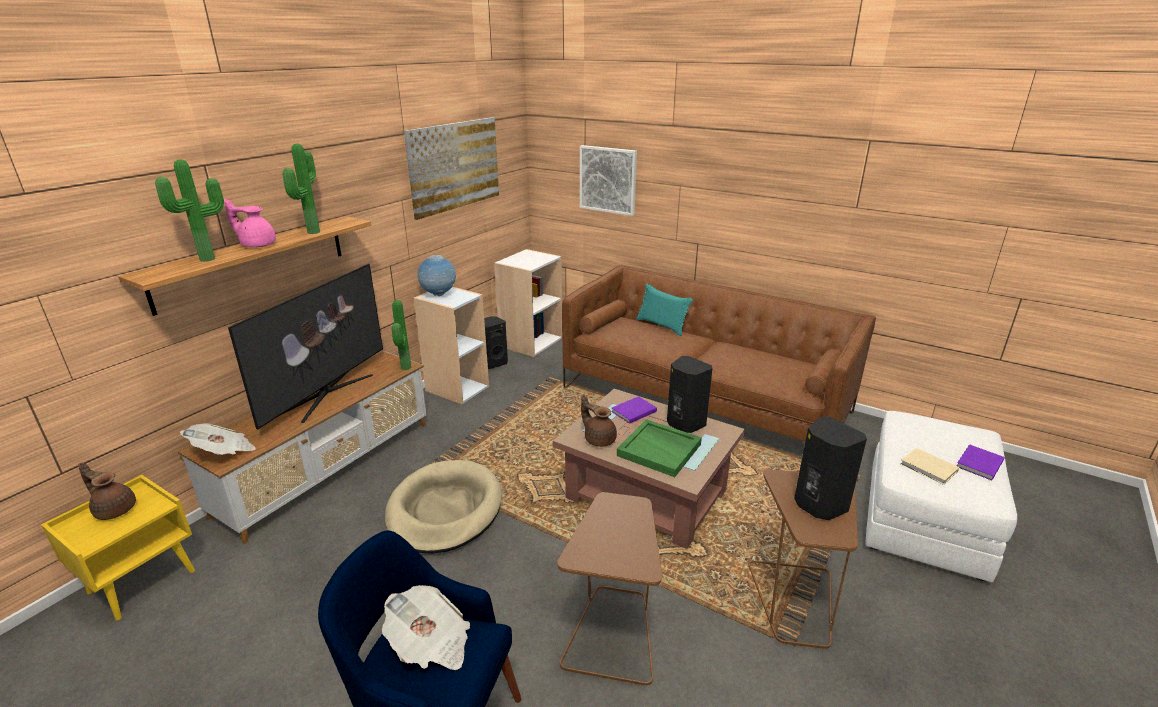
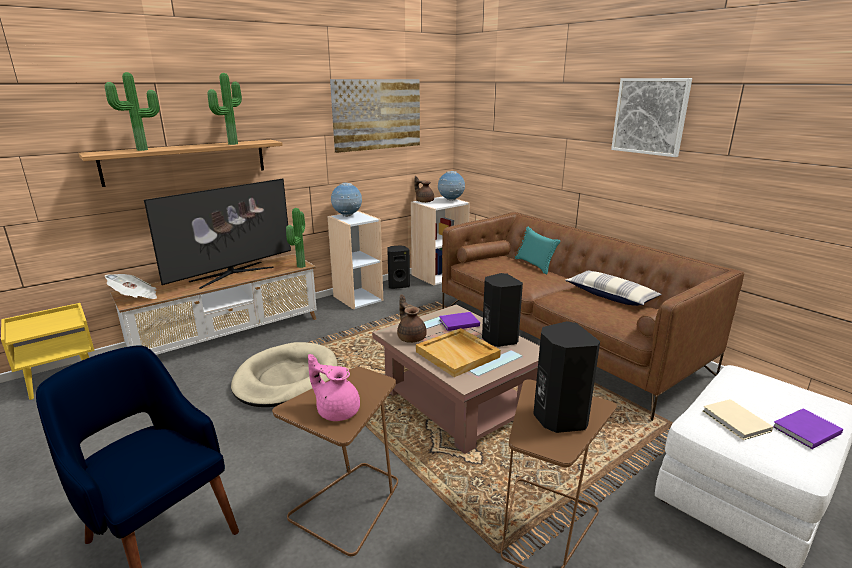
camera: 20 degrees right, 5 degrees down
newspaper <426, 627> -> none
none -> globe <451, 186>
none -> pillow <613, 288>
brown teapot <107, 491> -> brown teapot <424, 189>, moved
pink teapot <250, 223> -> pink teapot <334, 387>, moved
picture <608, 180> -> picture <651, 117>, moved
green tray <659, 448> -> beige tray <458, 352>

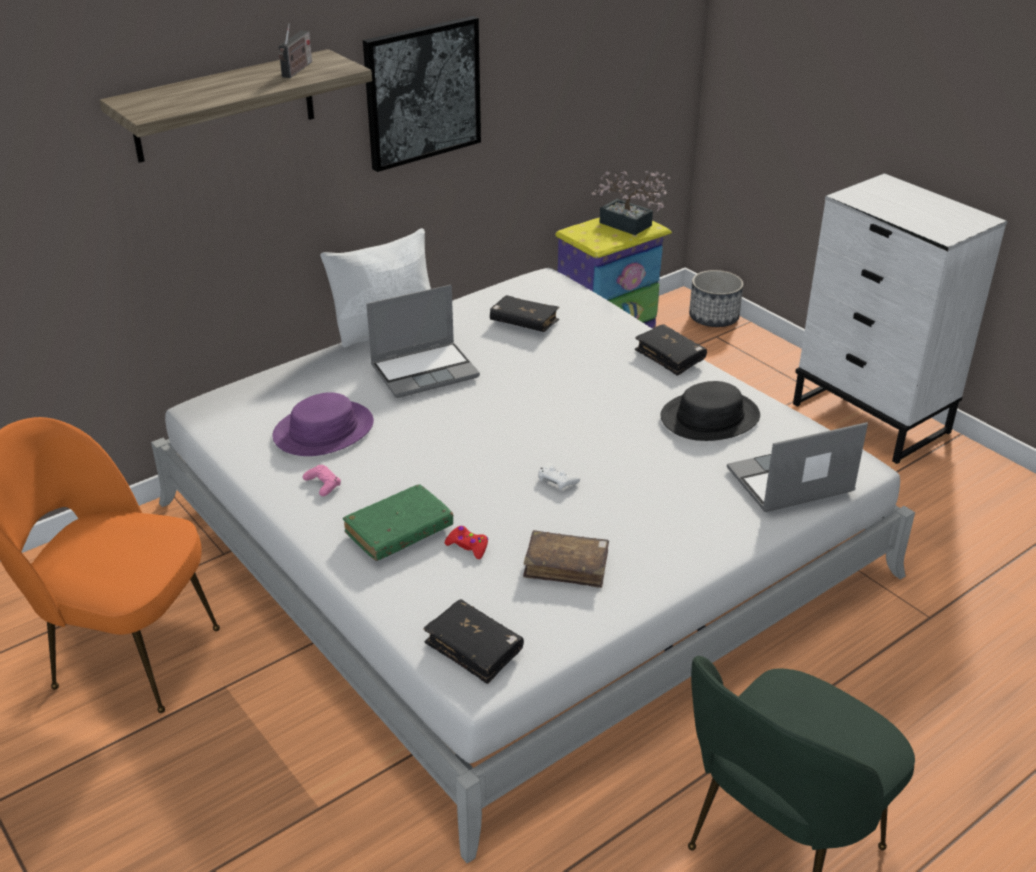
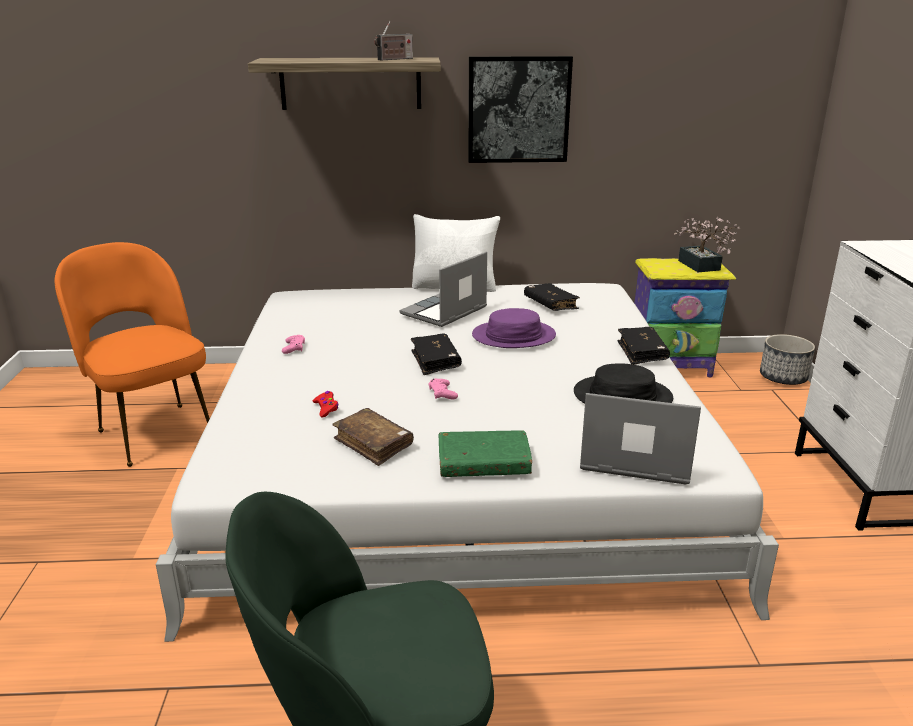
camera: 35 degrees right, 10 degrees down
purple hat <323, 424> -> purple hat <514, 328>, moved
green book <398, 522> -> green book <485, 453>, moved
black book <473, 641> -> black book <436, 354>, moved
white game controller <559, 476> -> pink game controller <443, 389>
laptop <423, 341> -> laptop <443, 289>, 120 degrees clockwise

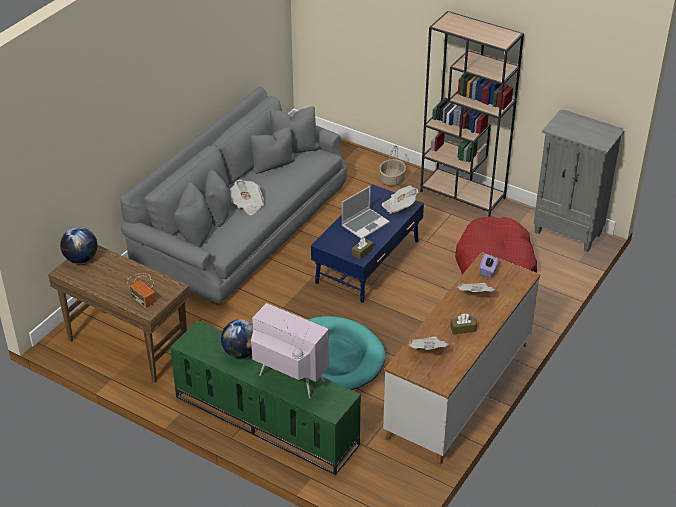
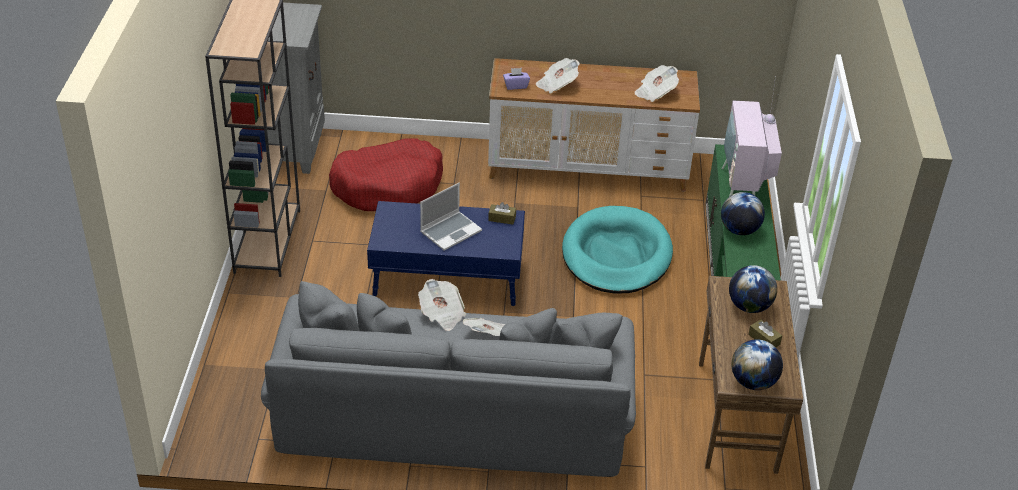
camera: 120 degrees left, 0 degrees up
basket <392, 166> -> none
newspaper <400, 199> -> newspaper <442, 305>, moved
brown tissue box <463, 324> -> brown tissue box <765, 333>, moved
radio <141, 290> -> globe <753, 289>
laptop <365, 212> -> laptop <451, 217>, 120 degrees clockwise

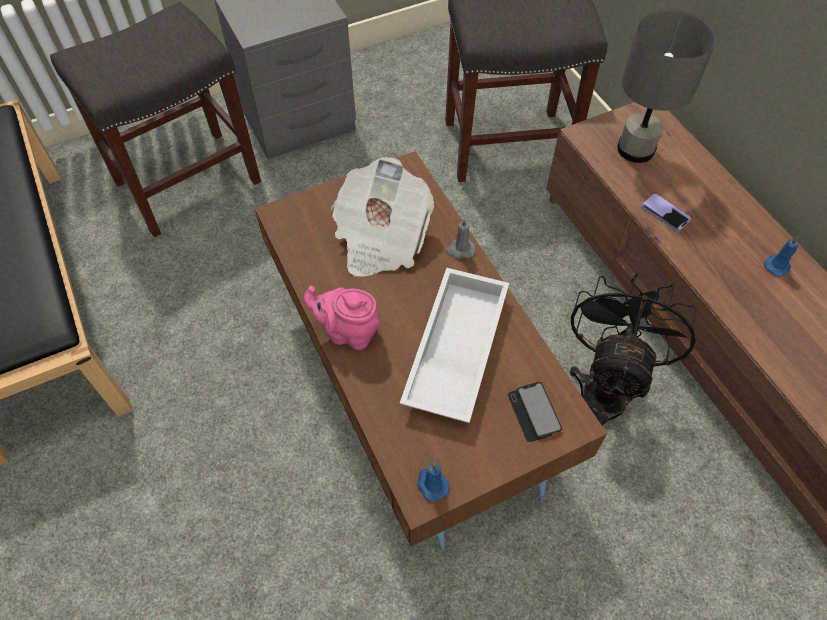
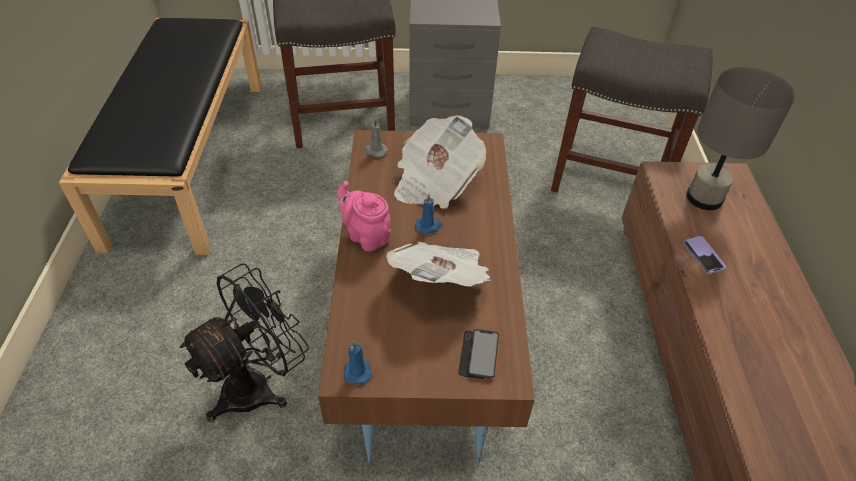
camera: 25 degrees right, 10 degrees down
grey candle <460, 238> -> grey candle <376, 137>, moved
black fan <632, 349> -> black fan <244, 342>, moved
blue candle <781, 257> -> blue candle <428, 214>, moved
white tray <454, 345> -> newspaper <438, 264>

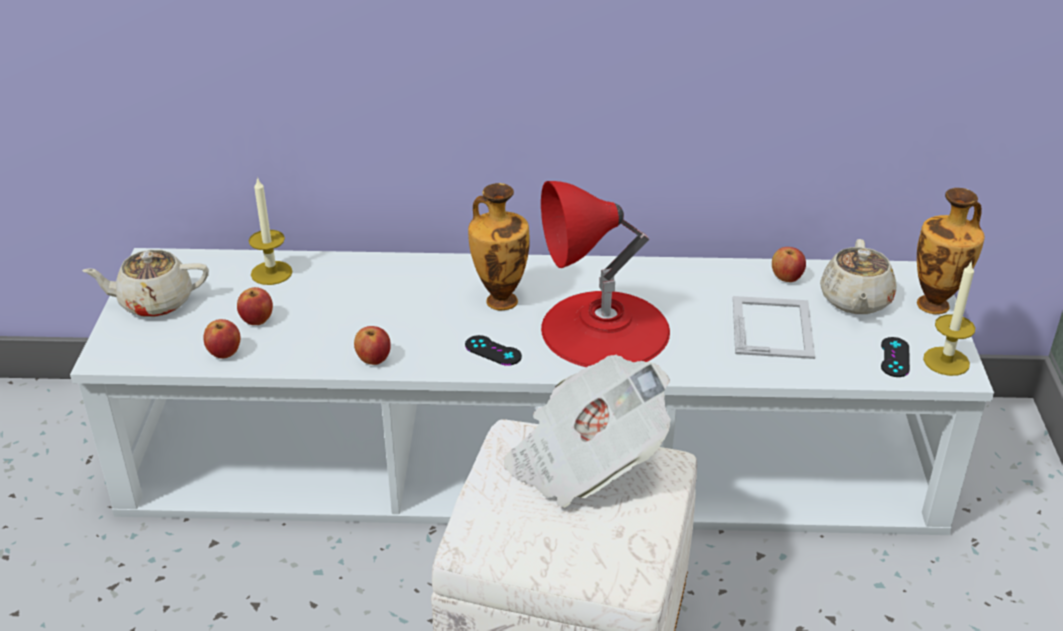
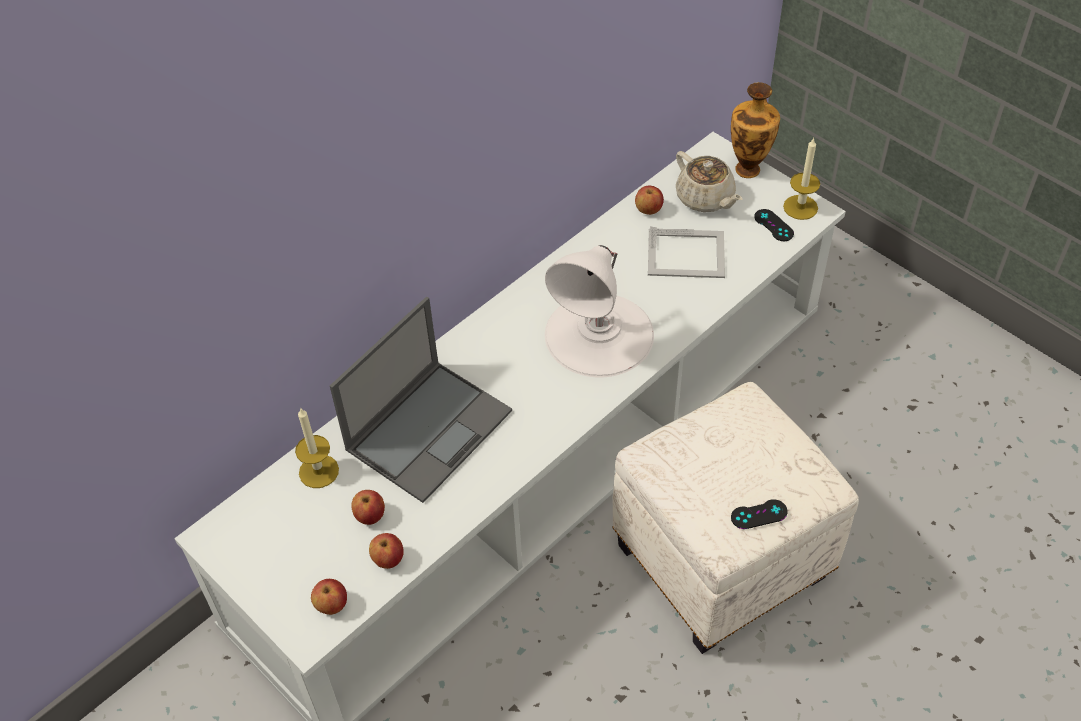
camera: 45 degrees left, 15 degrees up
beige teapot <145, 283> -> none
vase <499, 246> -> none
newspaper <587, 431> -> none
none -> laptop <421, 400>
apple <372, 345> -> apple <329, 597>, moved
black game controller <493, 350> -> black game controller <759, 514>, moved
red table lamp <605, 274> -> white table lamp <599, 311>
picture frame <774, 327> -> picture frame <686, 252>, 135 degrees clockwise

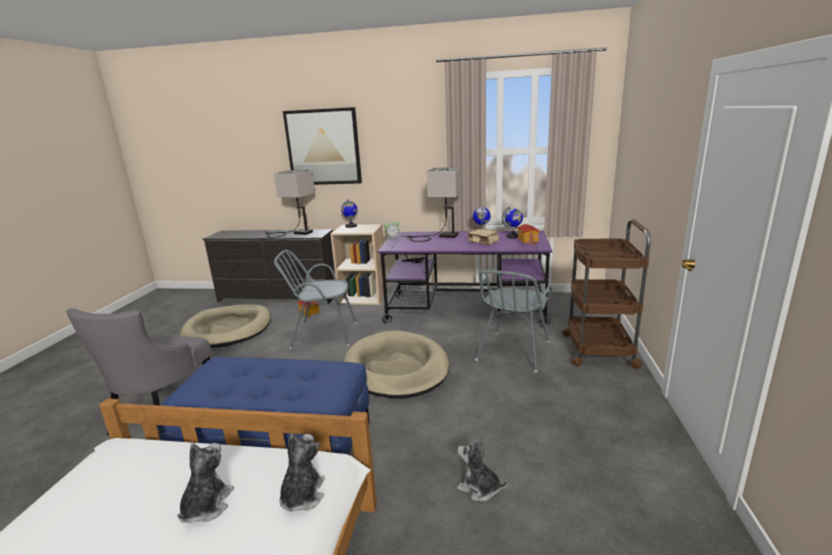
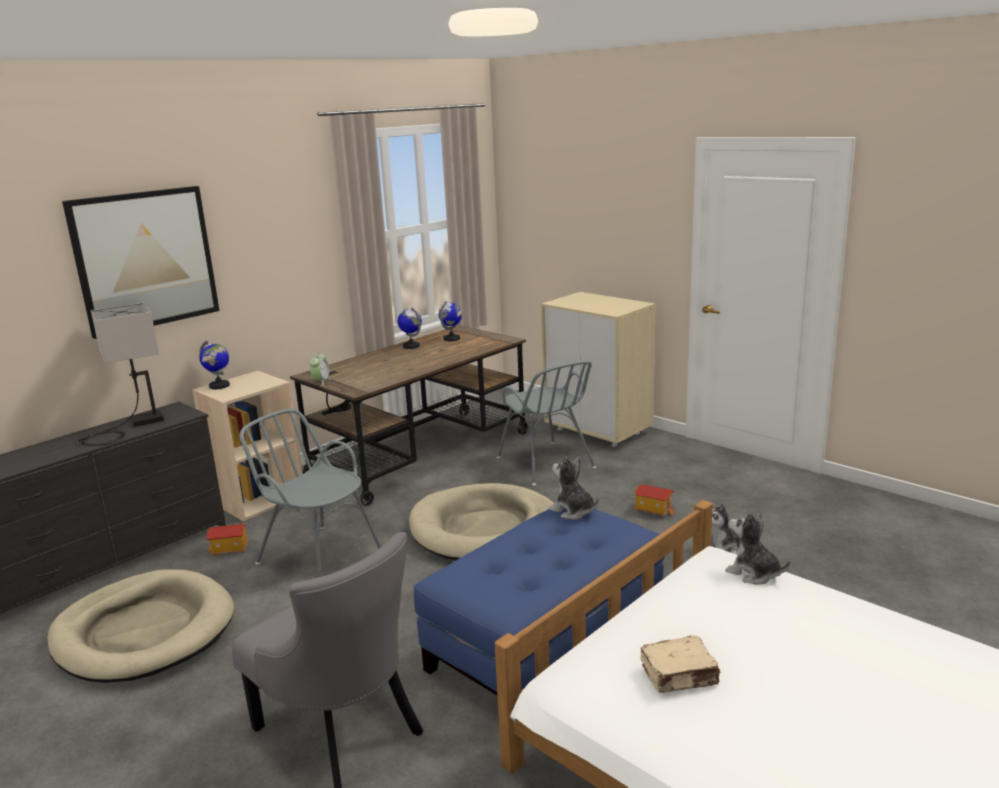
camera: 55 degrees left, 0 degrees up
table lamp <435, 204> -> none
plush toy <205, 483> -> plush toy <574, 488>, moved
beige book <483, 237> -> beige book <680, 664>, moved
toy house <528, 235> -> toy house <654, 500>, moved
brown cart <606, 294> -> beige cabinet <598, 369>
purple desk <465, 278> -> brown desk <409, 415>
grey chair <315, 299> -> grey chair <310, 493>, 90 degrees clockwise

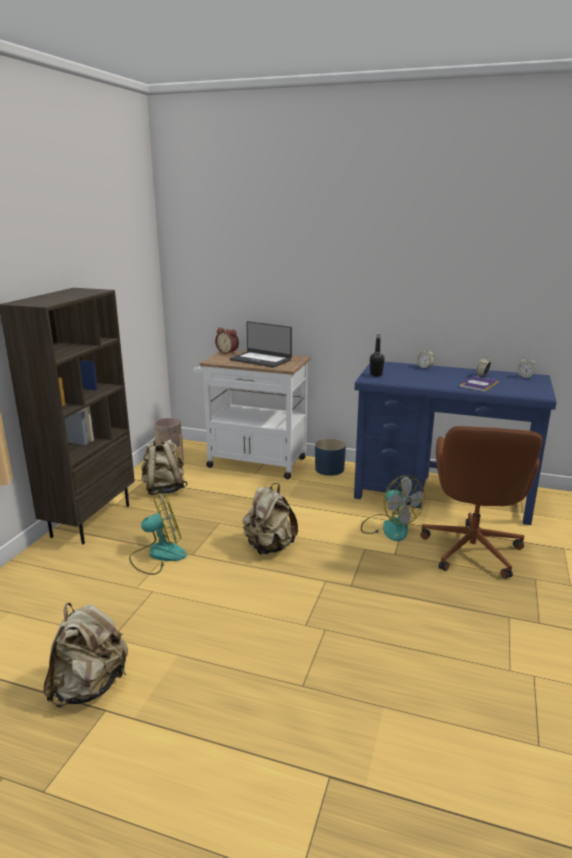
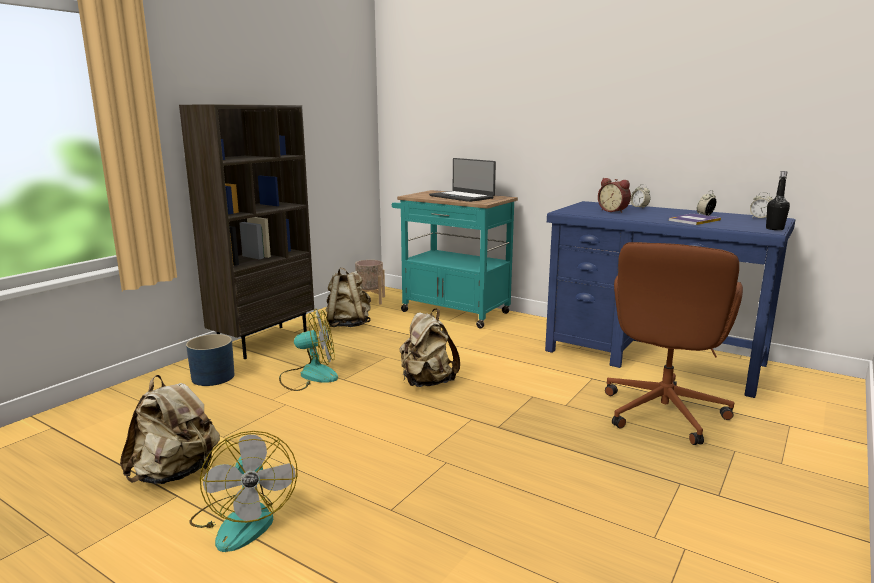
camera: 15 degrees right, 5 degrees down
alarm clock <227, 340> -> alarm clock <614, 195>, moved
blue planter <330, 457> -> blue planter <210, 360>, moved
fan <393, 508> -> fan <243, 491>, moved
black bottle <377, 355> -> black bottle <778, 200>, moved
white cart <252, 414> -> turquoise cart <455, 259>

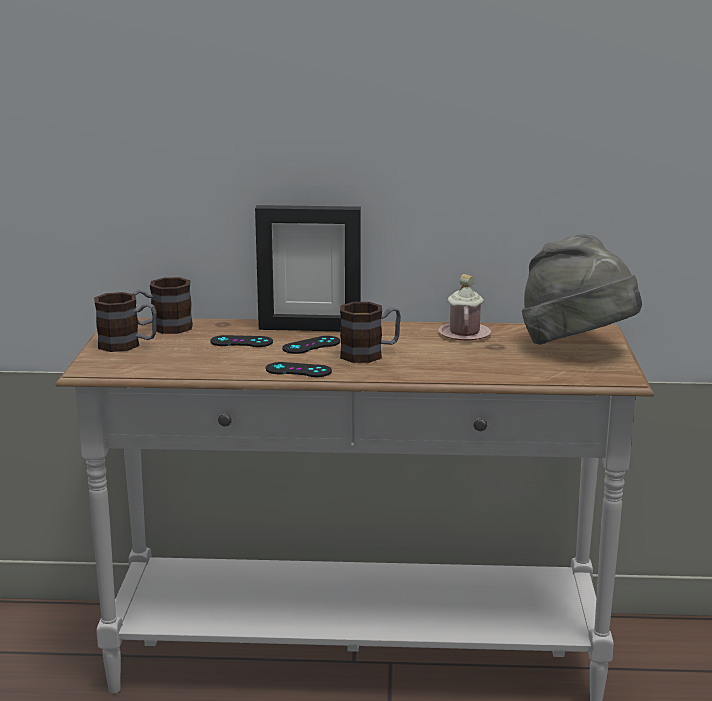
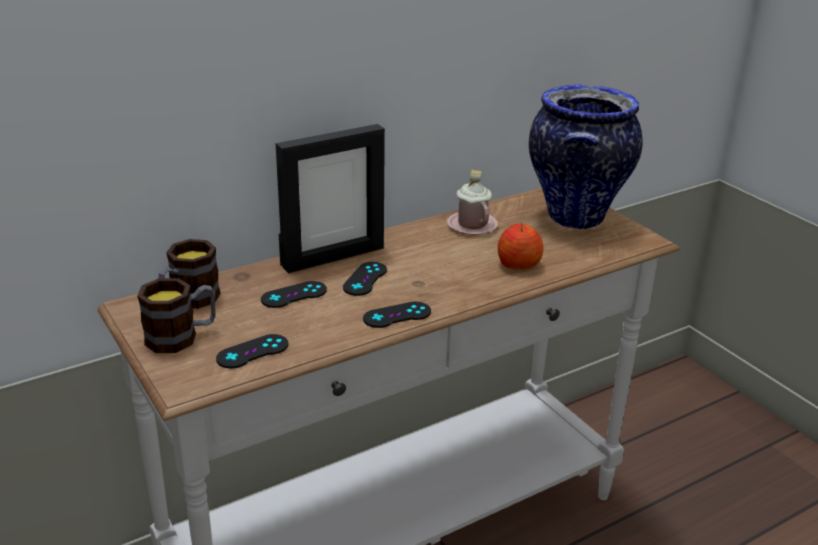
camera: 35 degrees left, 10 degrees up
mug <370, 332> -> none
none -> black game controller <252, 351>
none -> apple <521, 247>
grey hat <582, 290> -> vase <586, 156>

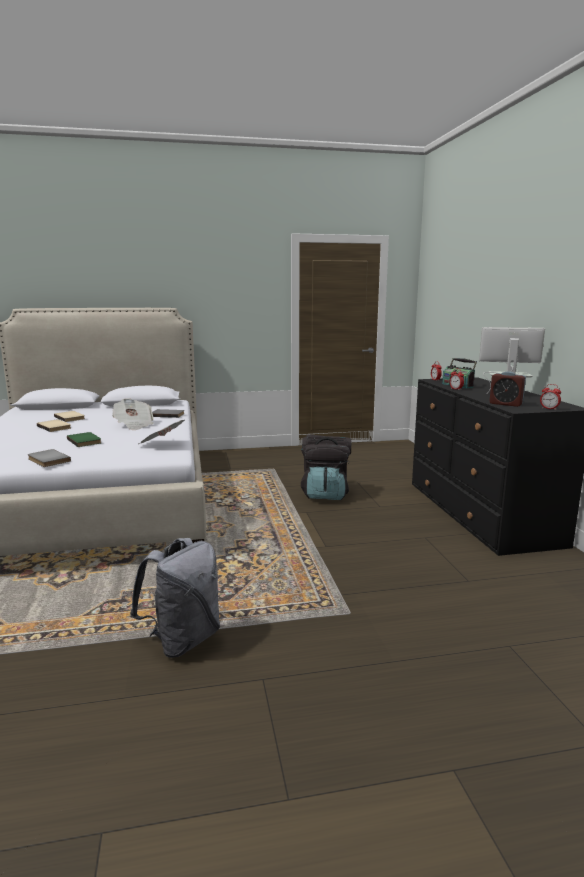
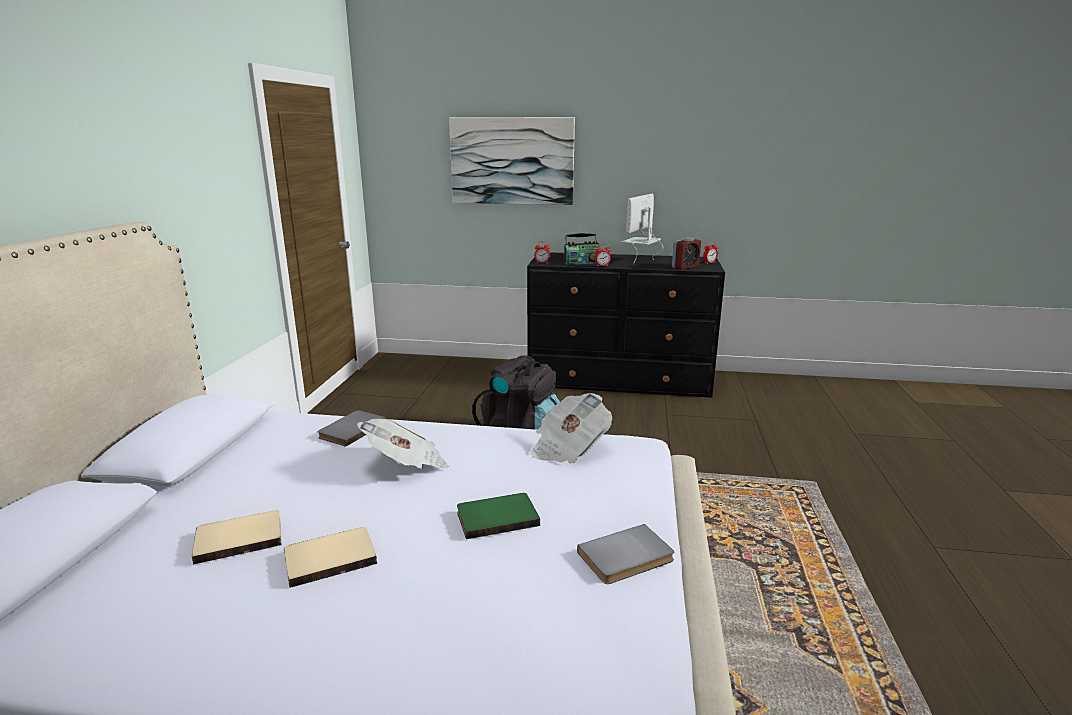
camera: 70 degrees left, 5 degrees up
grey backpack <175, 598> -> none
none -> picture <512, 161>

